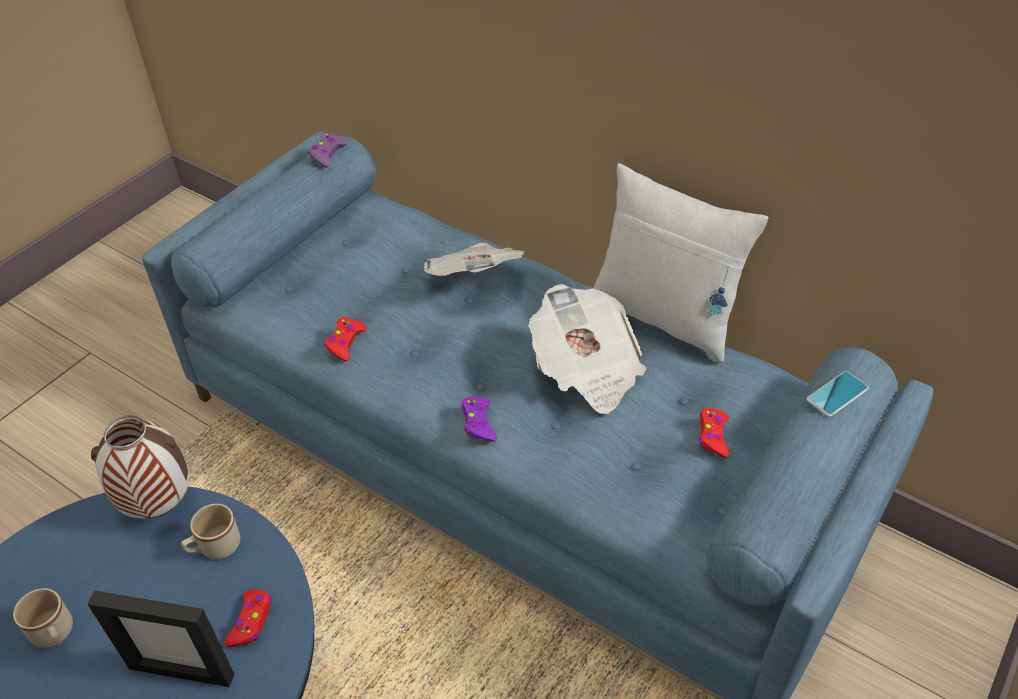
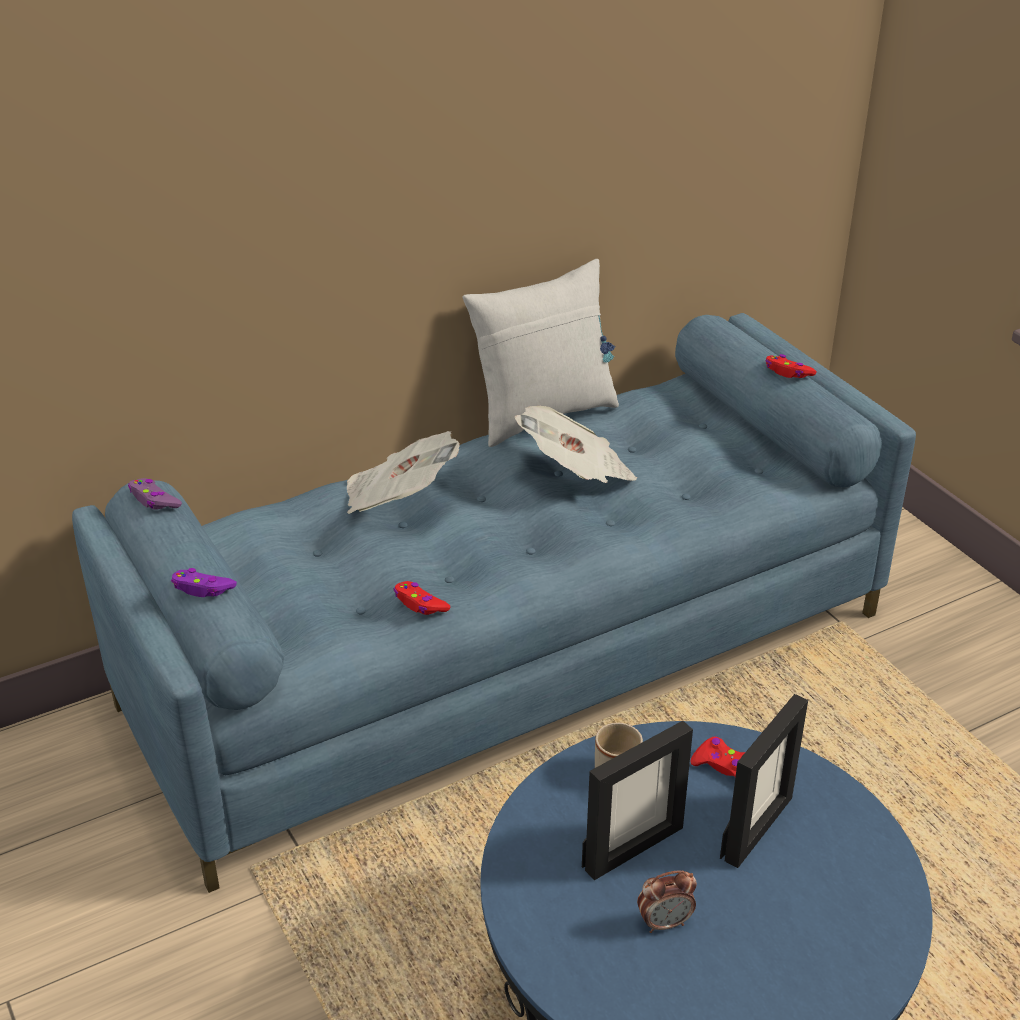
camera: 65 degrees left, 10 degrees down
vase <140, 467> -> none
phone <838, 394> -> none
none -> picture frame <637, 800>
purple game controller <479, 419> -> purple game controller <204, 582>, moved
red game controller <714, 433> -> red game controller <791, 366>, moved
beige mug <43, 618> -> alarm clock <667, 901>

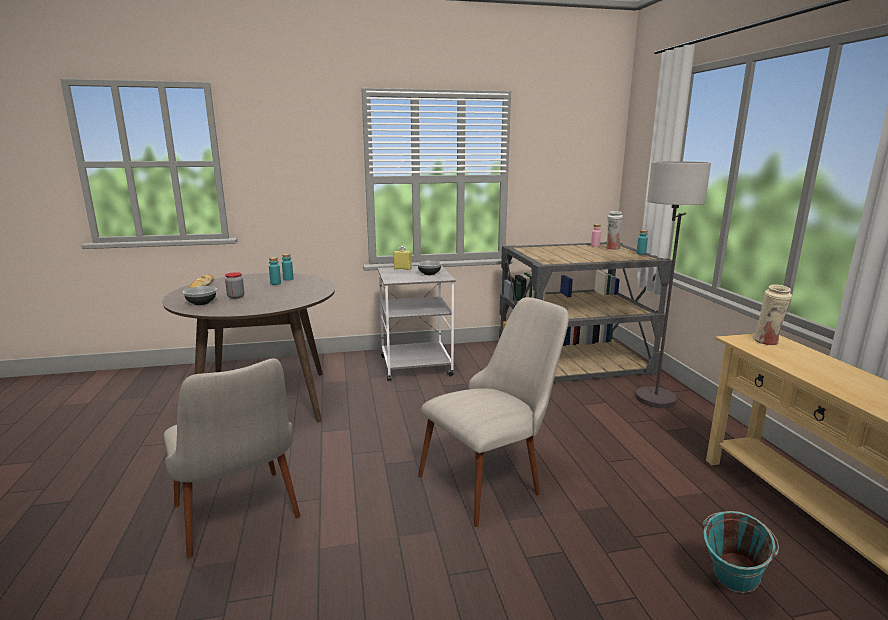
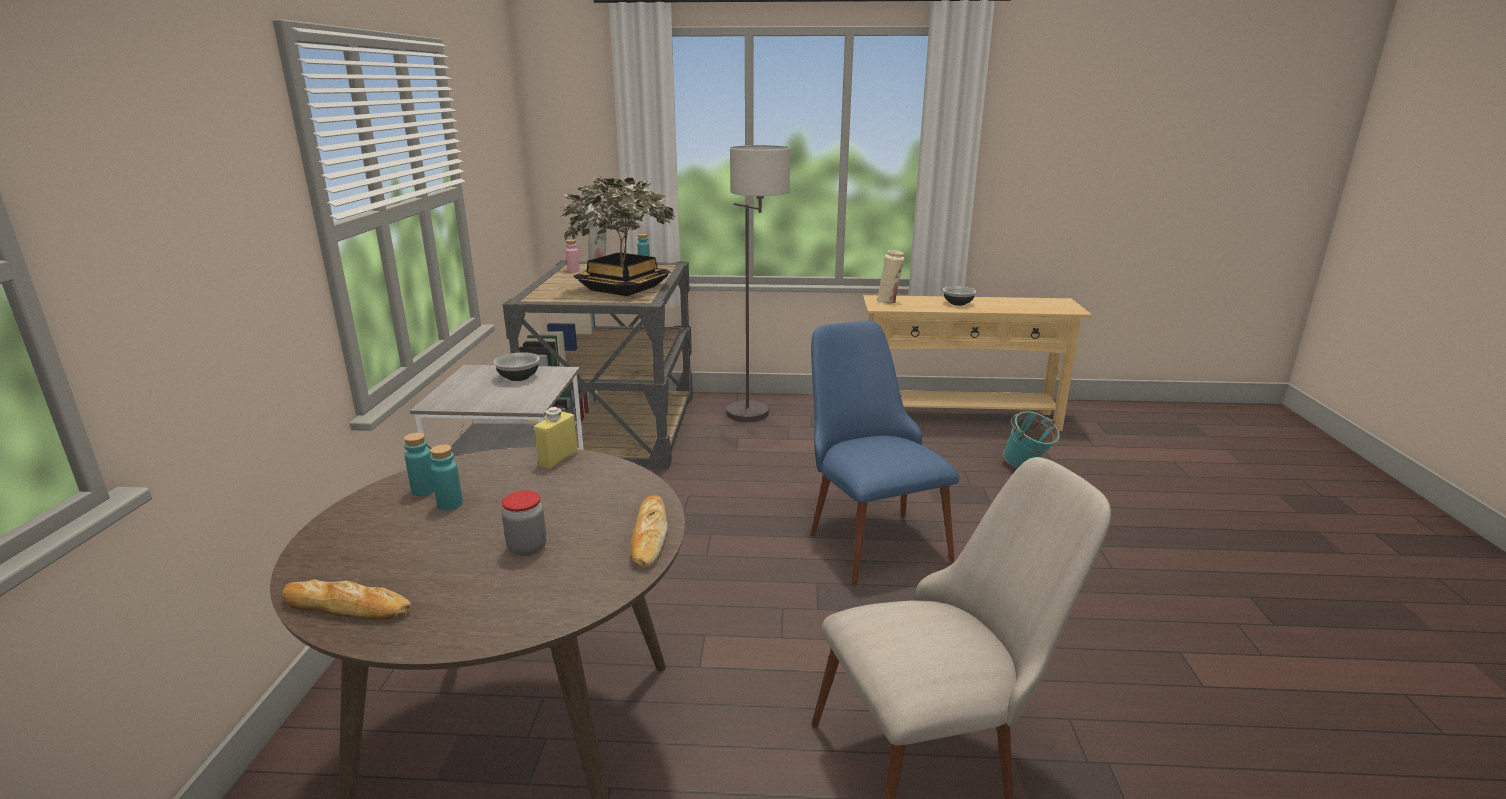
camera: 75 degrees left, 5 degrees up
none -> potted plant <617, 235>
none -> bread <649, 531>
bowl <200, 295> -> bowl <959, 296>, moved
yellow bottle <402, 258> -> yellow bottle <556, 438>, moved
beige chair <493, 412> -> blue chair <885, 453>

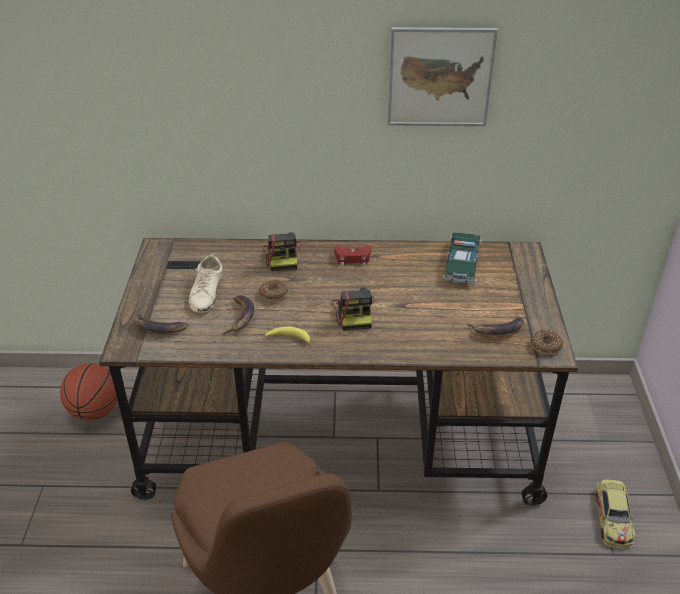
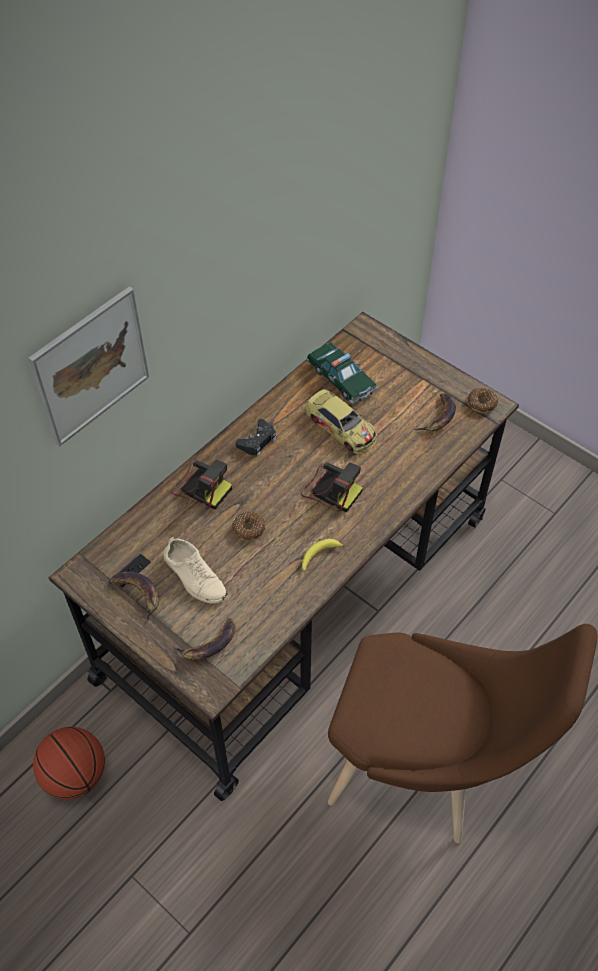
camera: 50 degrees left, 15 degrees up
banana <237, 315> -> banana <133, 598>, moved
picture <442, 76> -> picture <88, 366>, moved
toy car <615, 514> -> toy car <341, 421>, moved
red game controller <352, 256> -> black game controller <256, 437>

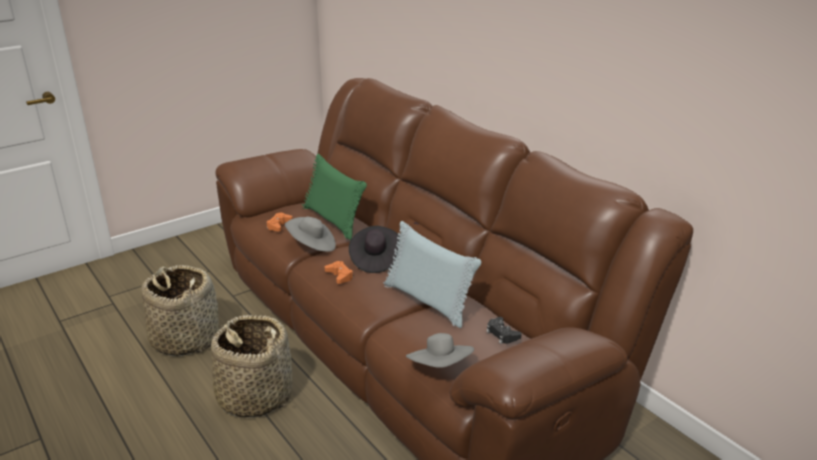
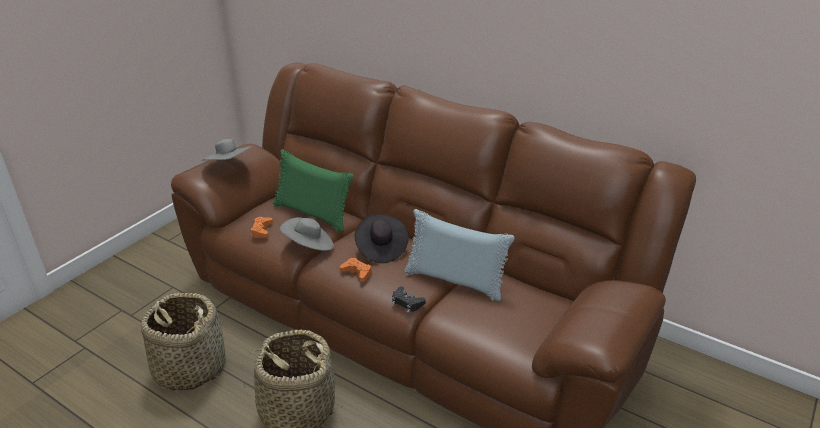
camera: 20 degrees left, 5 degrees up
grey hat <440, 350> -> grey hat <226, 150>, moved
black game controller <504, 330> -> black game controller <409, 299>, moved

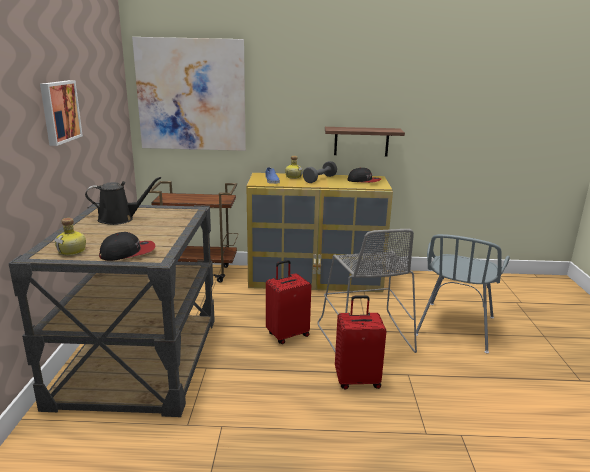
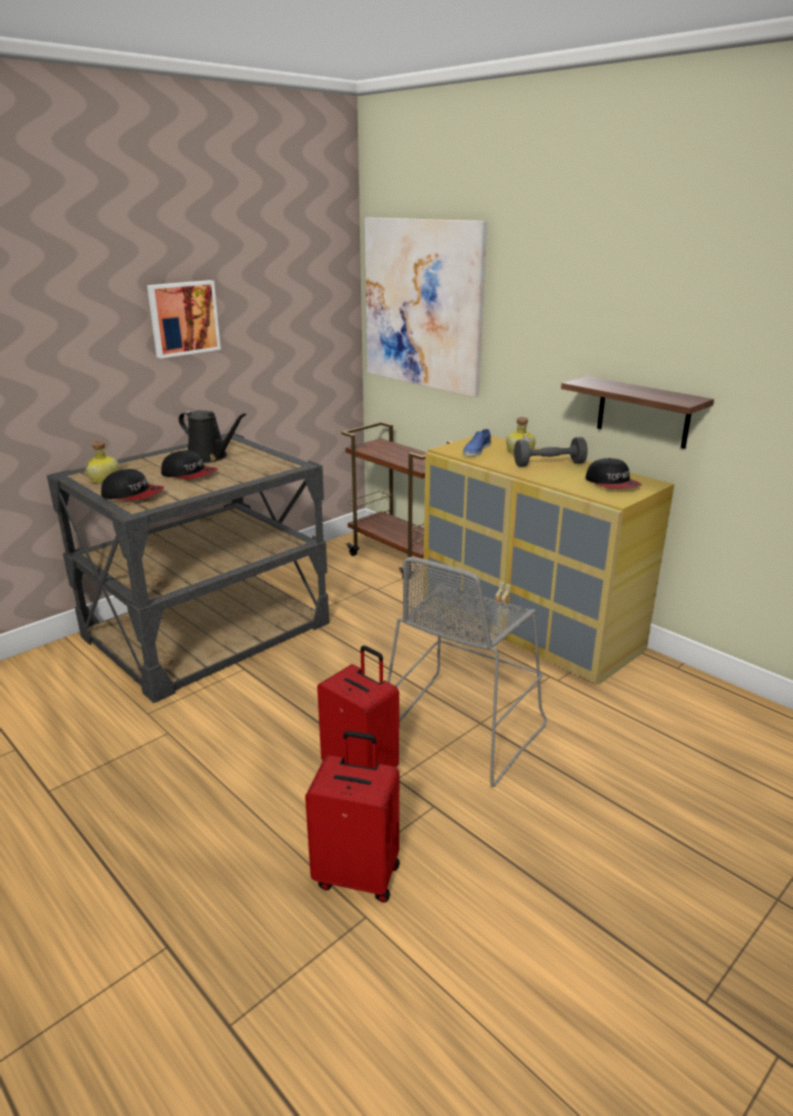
camera: 45 degrees right, 5 degrees up
grey chair <463, 293> -> none
none -> cap <189, 464>
red suitcase <288, 302> -> red suitcase <352, 817>, moved

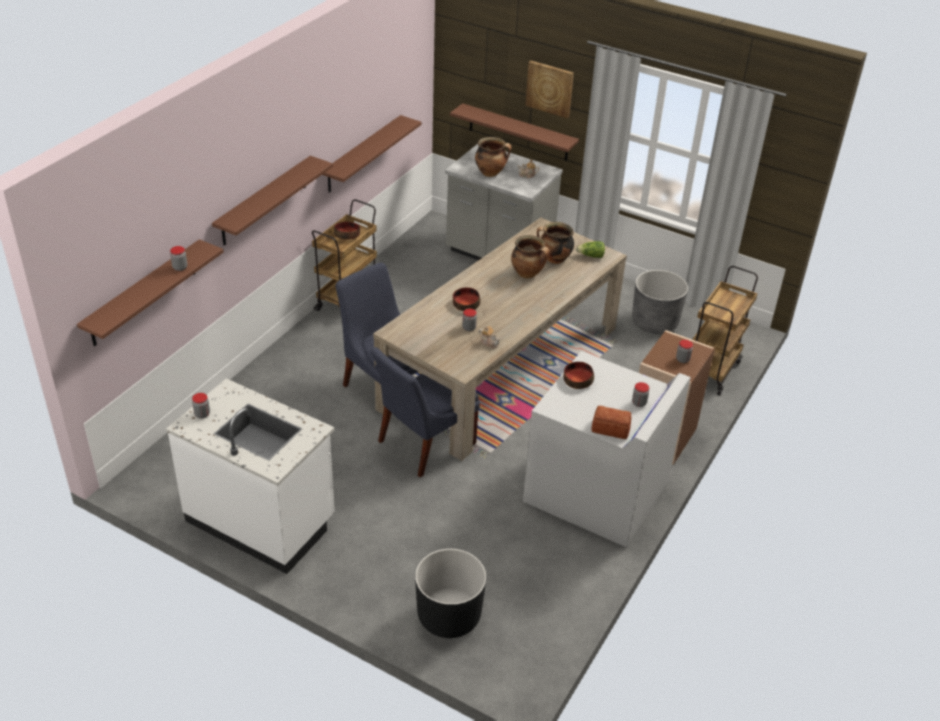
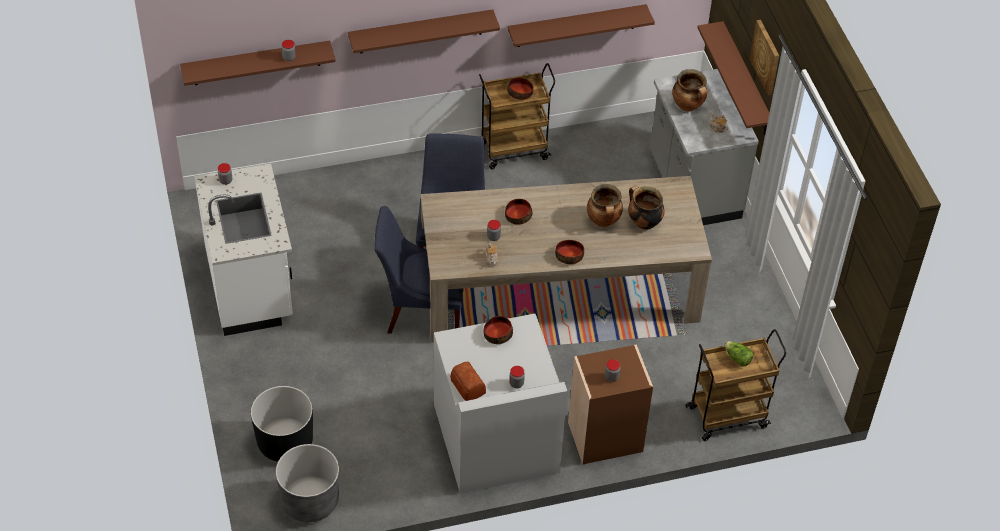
camera: 45 degrees right, 10 degrees up
none -> bowl <569, 252>
lettuce <590, 249> -> lettuce <739, 354>, moved
grey planter <660, 302> -> grey planter <307, 483>, moved

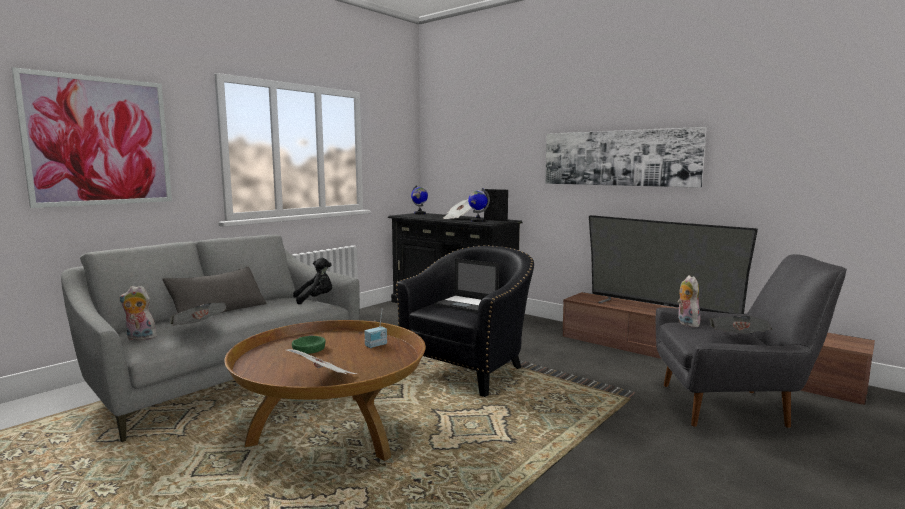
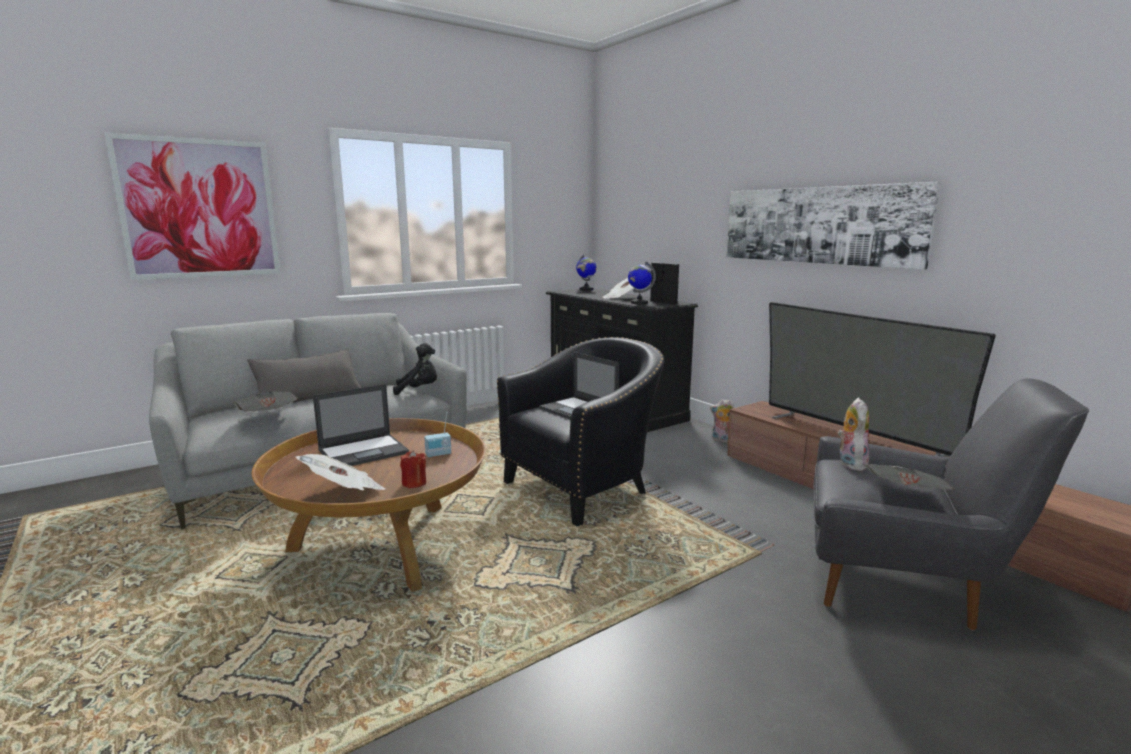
camera: 15 degrees right, 5 degrees up
none -> red candle <413, 469>
plush toy <138, 313> -> plush toy <722, 421>, moved
green bowl <308, 345> -> laptop <361, 425>

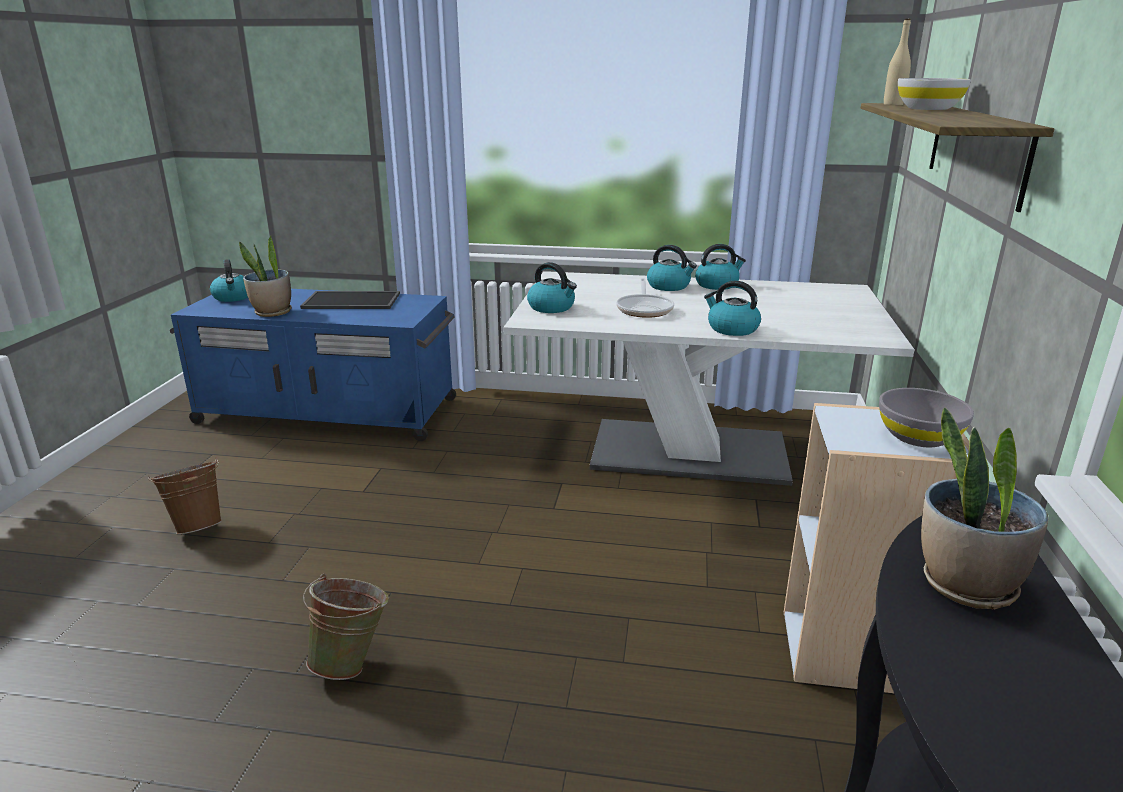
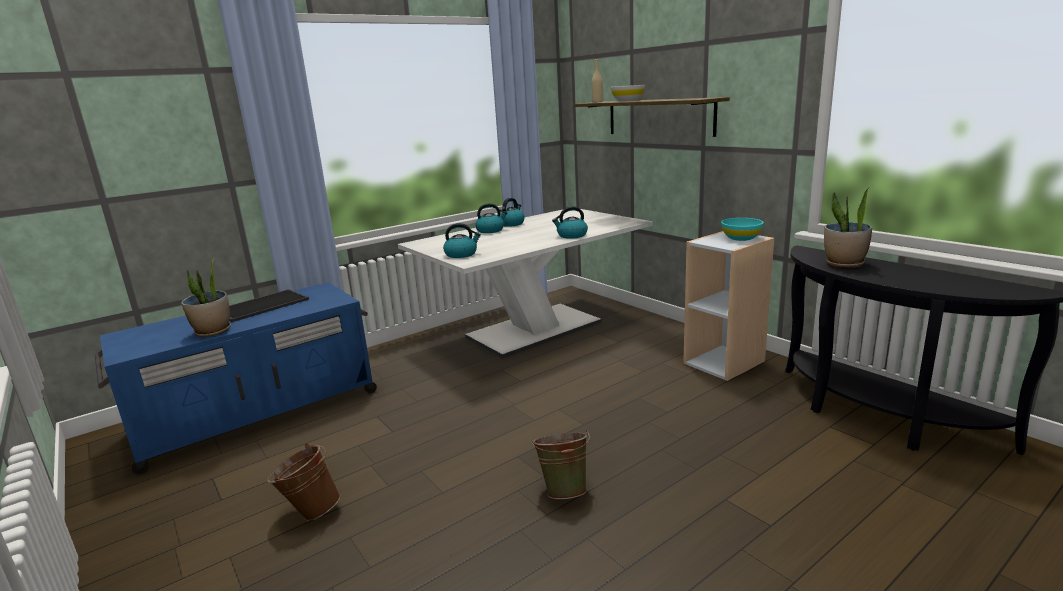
camera: 45 degrees left, 5 degrees down
kettle <229, 280> -> none
frying pan <645, 298> -> none
grey bowl <926, 417> -> turquoise bowl <742, 229>

